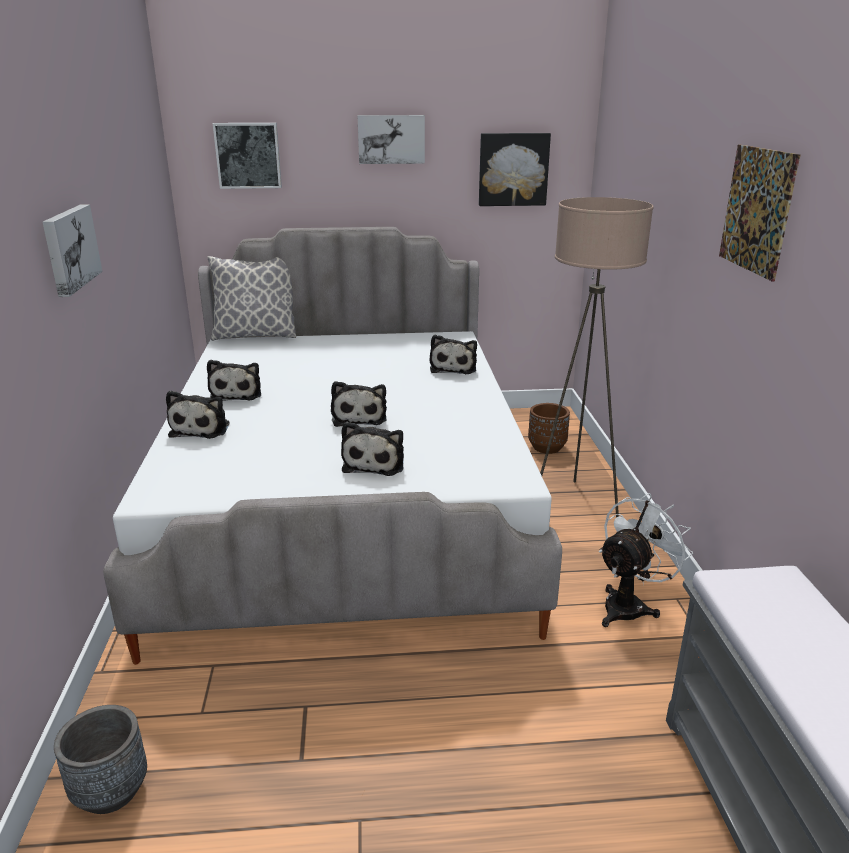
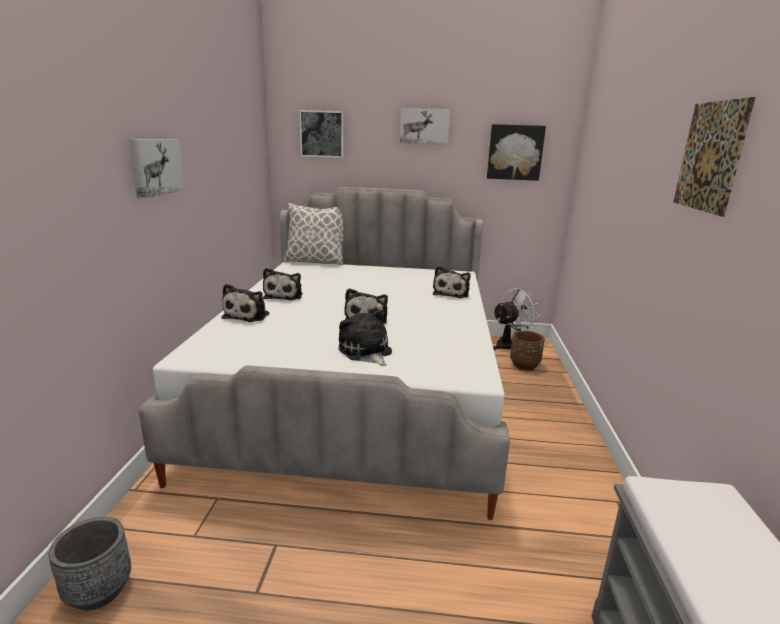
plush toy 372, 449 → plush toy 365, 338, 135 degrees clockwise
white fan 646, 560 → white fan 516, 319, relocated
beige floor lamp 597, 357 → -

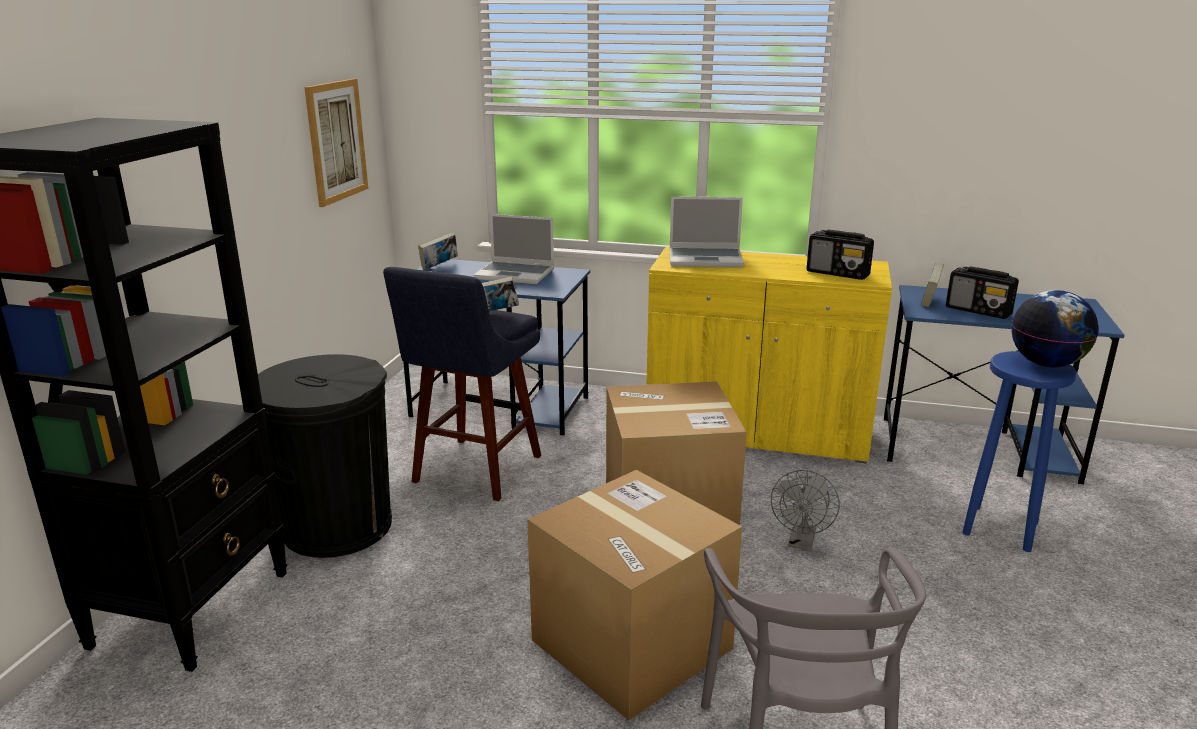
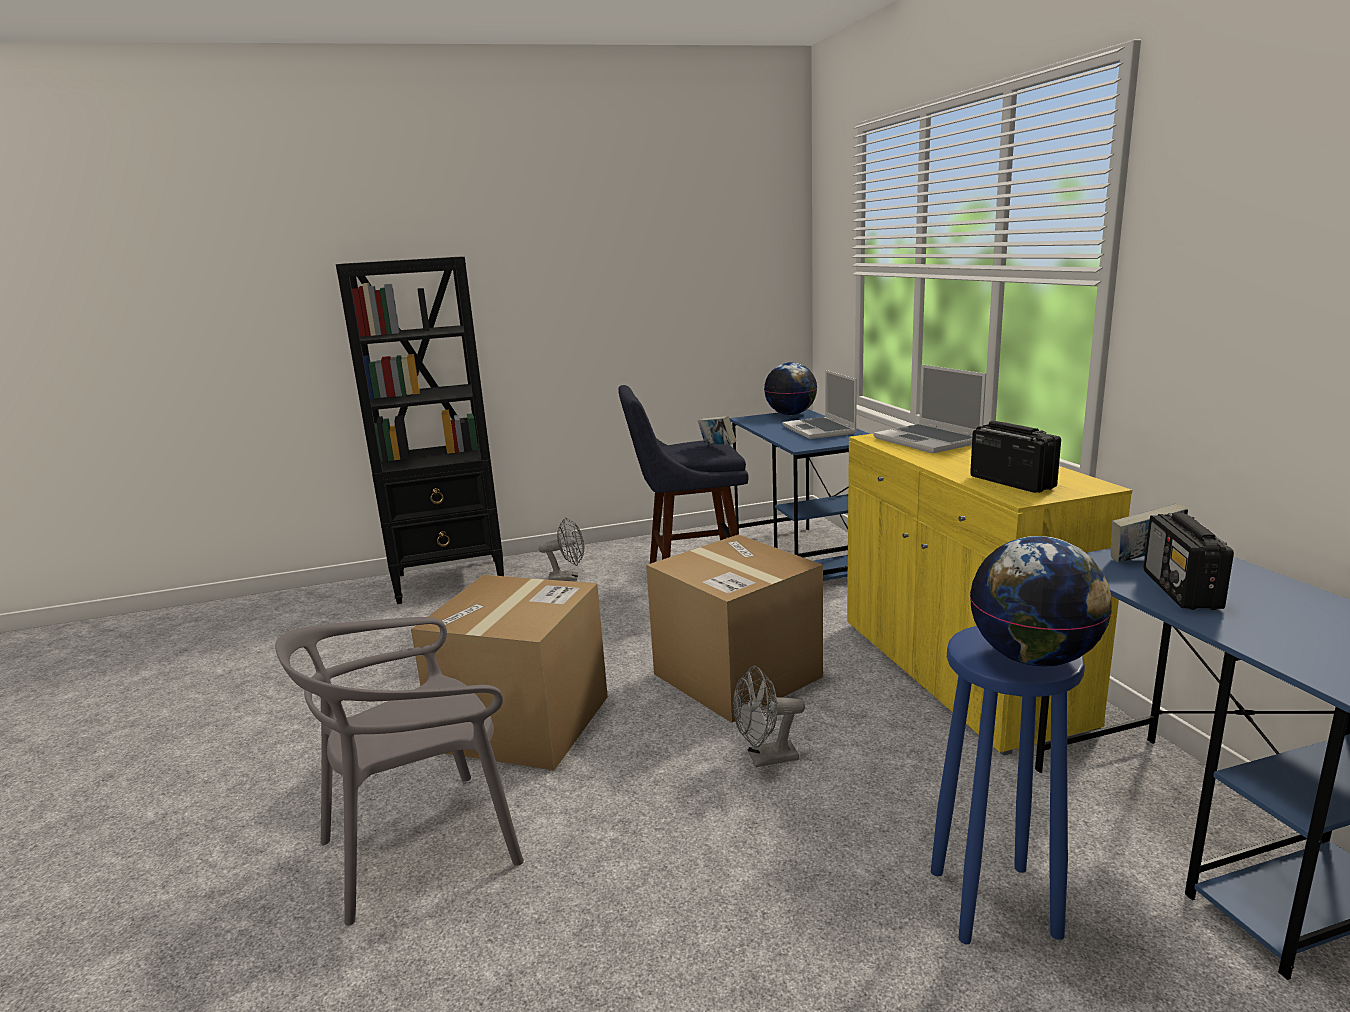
black trash can 325, 456 → grey fan 561, 549
book 438, 251 → globe 790, 388
radio 840, 255 → radio 1015, 457, 150 degrees clockwise
picture 336, 143 → -

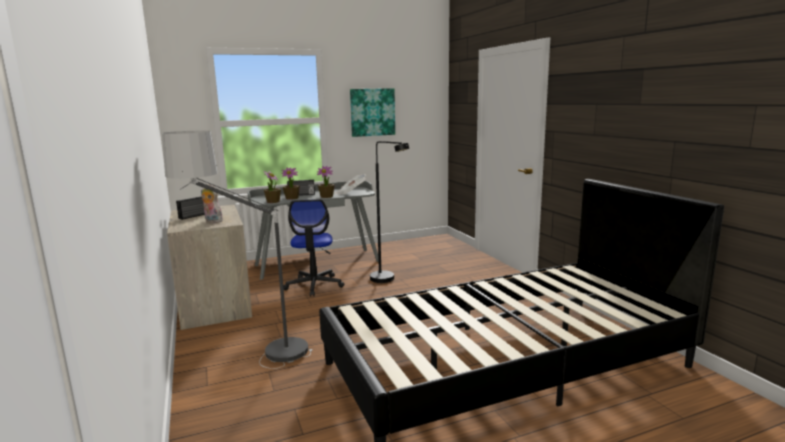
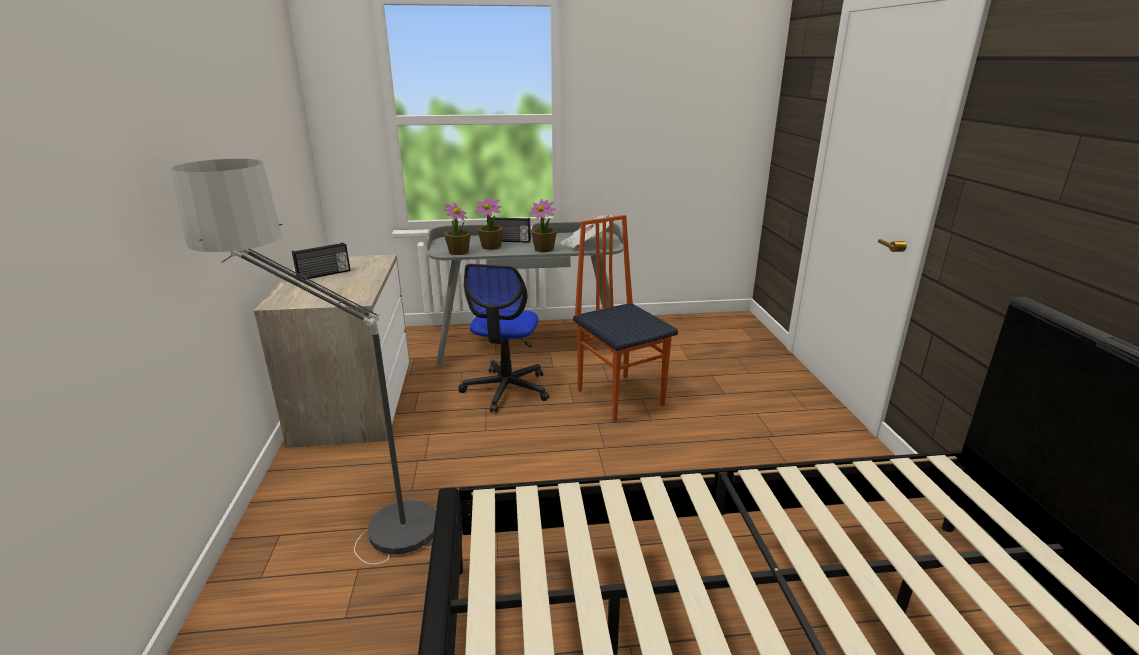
black floor lamp 389, 212 → chair 625, 318
plush toy 212, 203 → -
picture 372, 112 → -

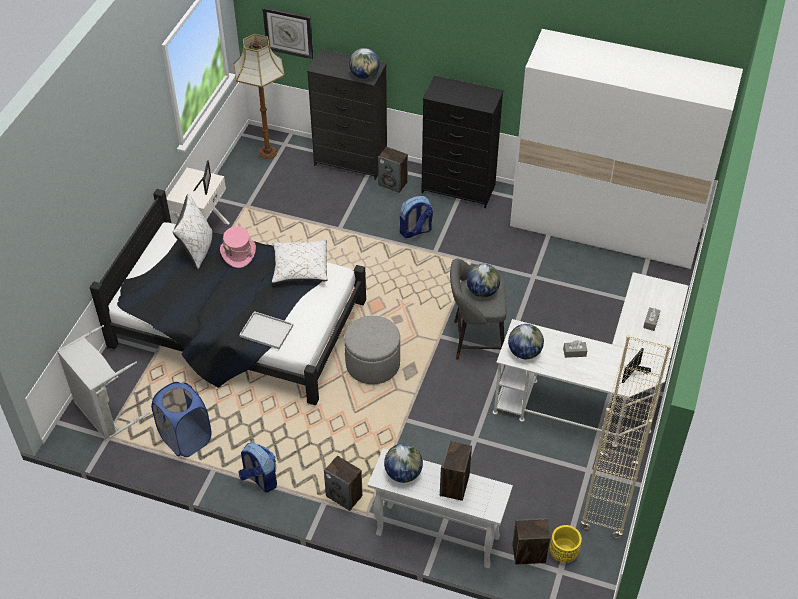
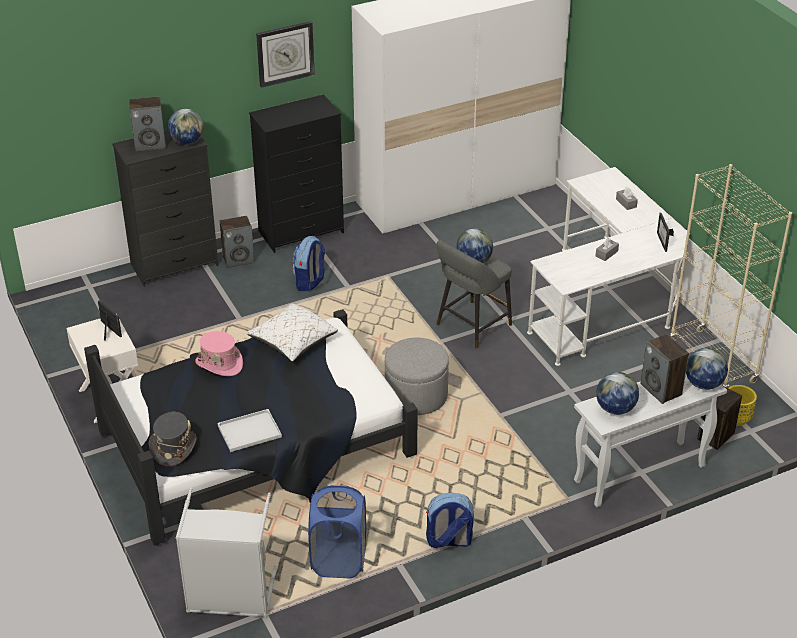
speaker 343, 483 → speaker 147, 124, relocated
- → grey hat 173, 439
white tray 266, 330 → white tray 250, 430, relocated
wall clock 288, 33 → wall clock 285, 54, relocated
globe 526, 341 → globe 707, 369, relocated
white pillow 192, 231 → -
floor lamp 259, 96 → -

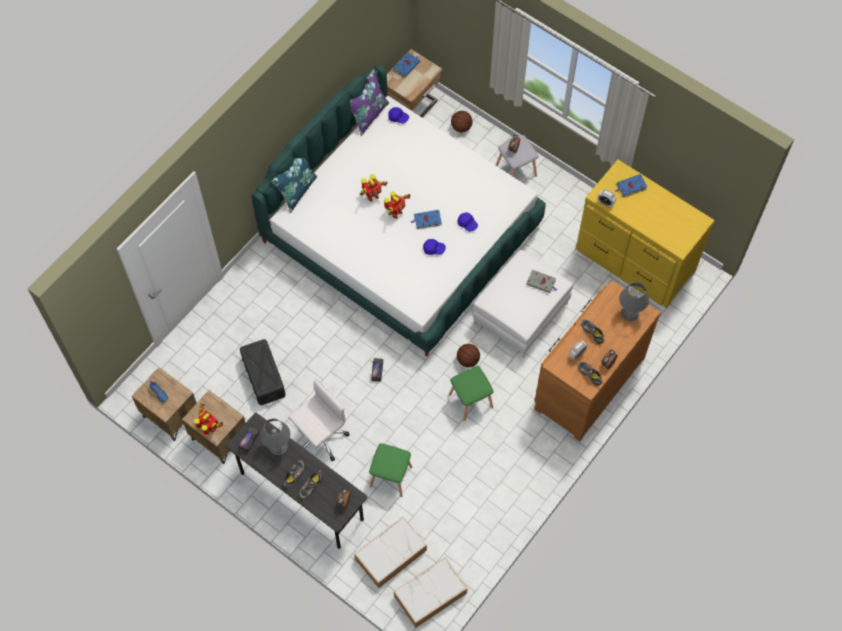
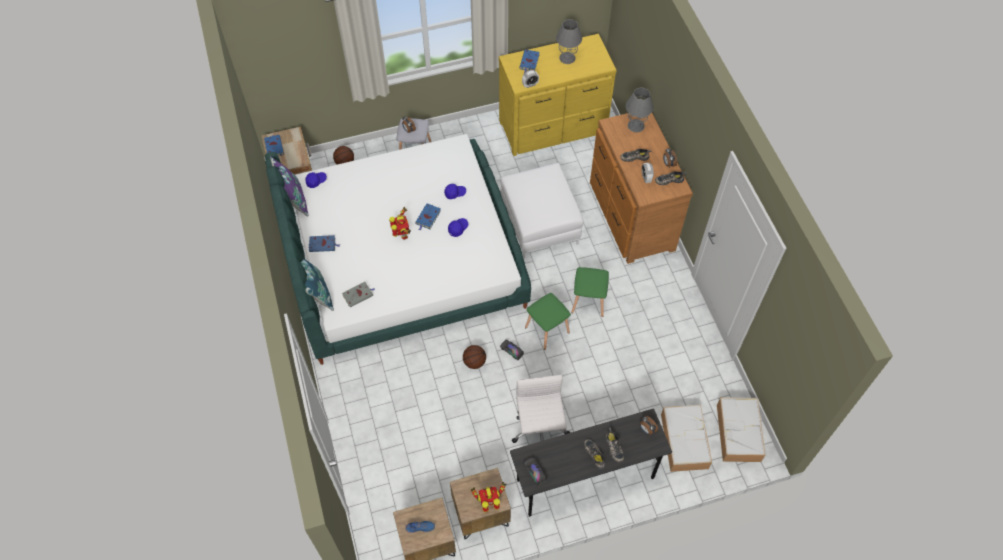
- → blue book 324, 243
grey book 541, 281 → grey book 358, 294, relocated
basketball 468, 355 → basketball 474, 357, relocated
green stool 390, 470 → green stool 548, 321, relocated
grey table lamp 275, 436 → grey table lamp 569, 41, relocated
black storage box 263, 372 → -
toy robot 373, 188 → -

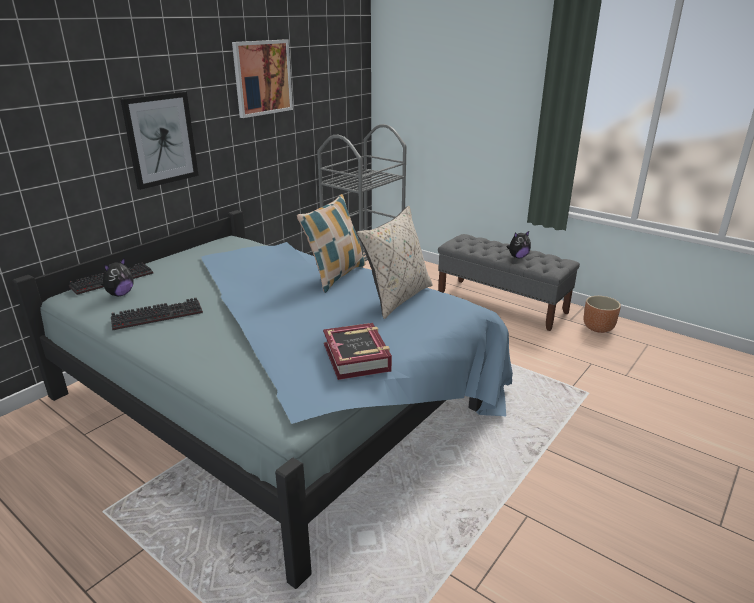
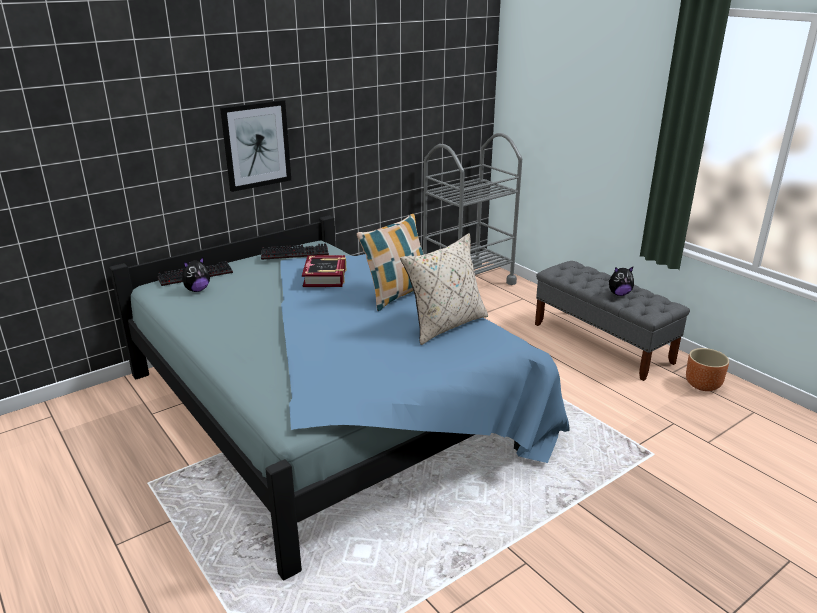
keyboard 157, 314 → keyboard 295, 251, relocated
book 357, 351 → book 324, 271, relocated
picture 262, 78 → -

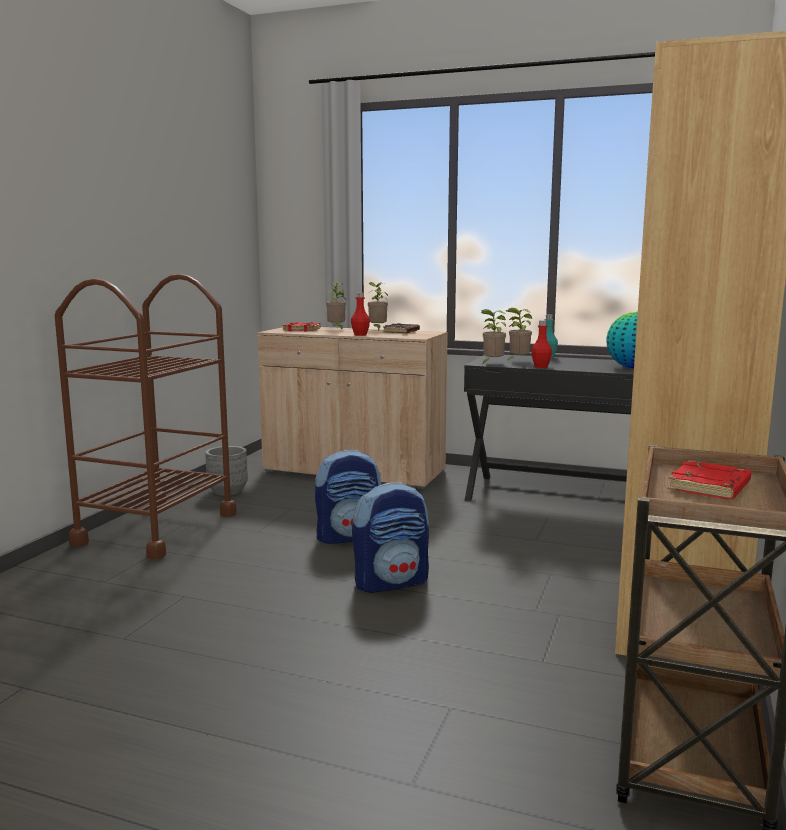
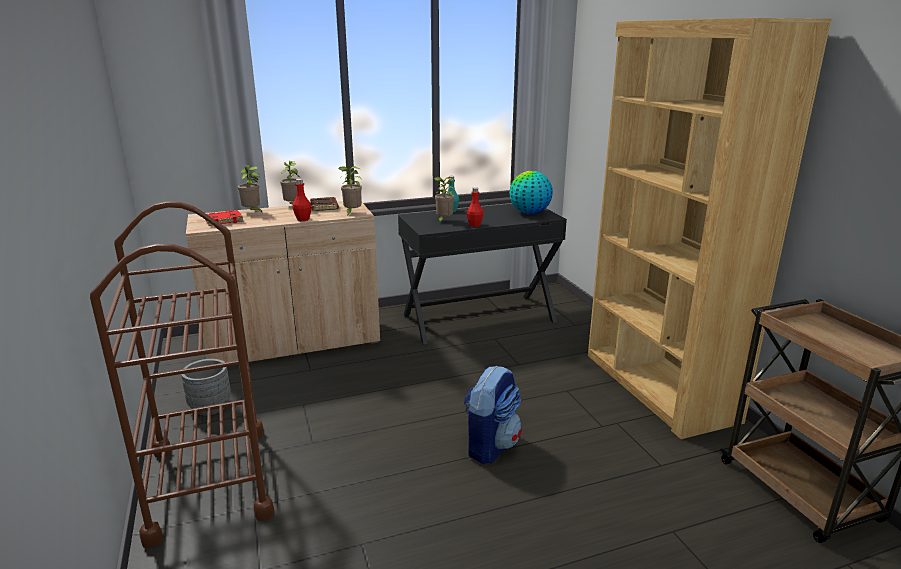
potted plant 493, 336 → potted plant 350, 191, relocated
backpack 348, 497 → -
red book 709, 480 → -

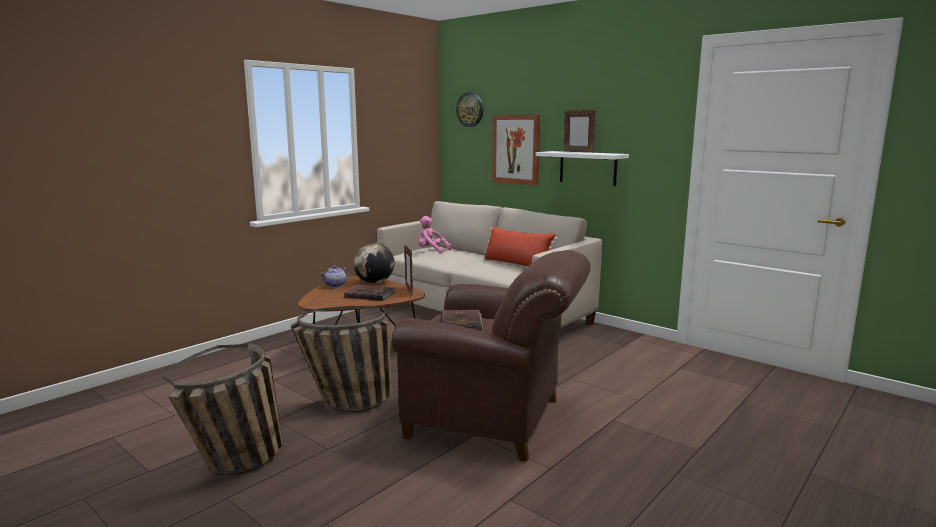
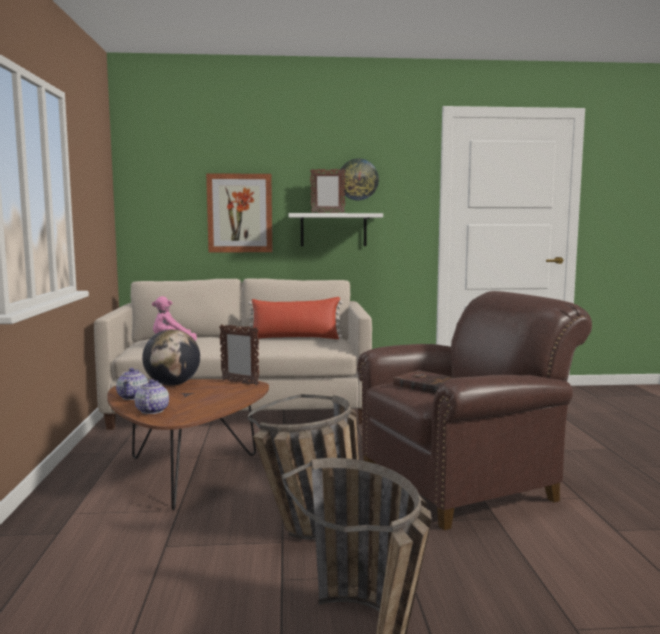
- → teapot 152, 396
wall clock 469, 109 → wall clock 360, 179, relocated
brown book 369, 293 → -

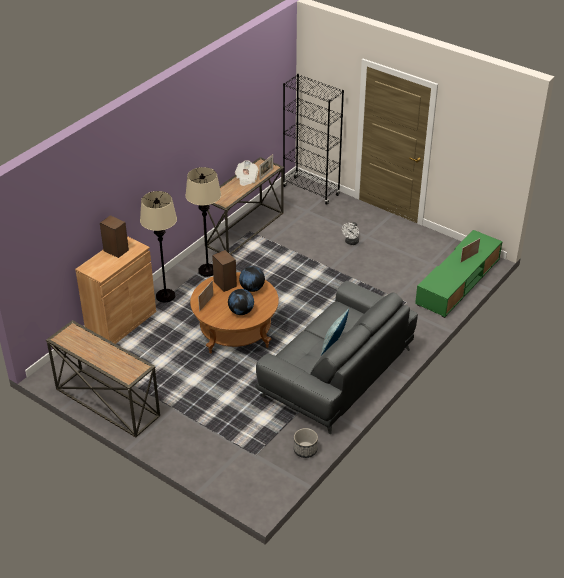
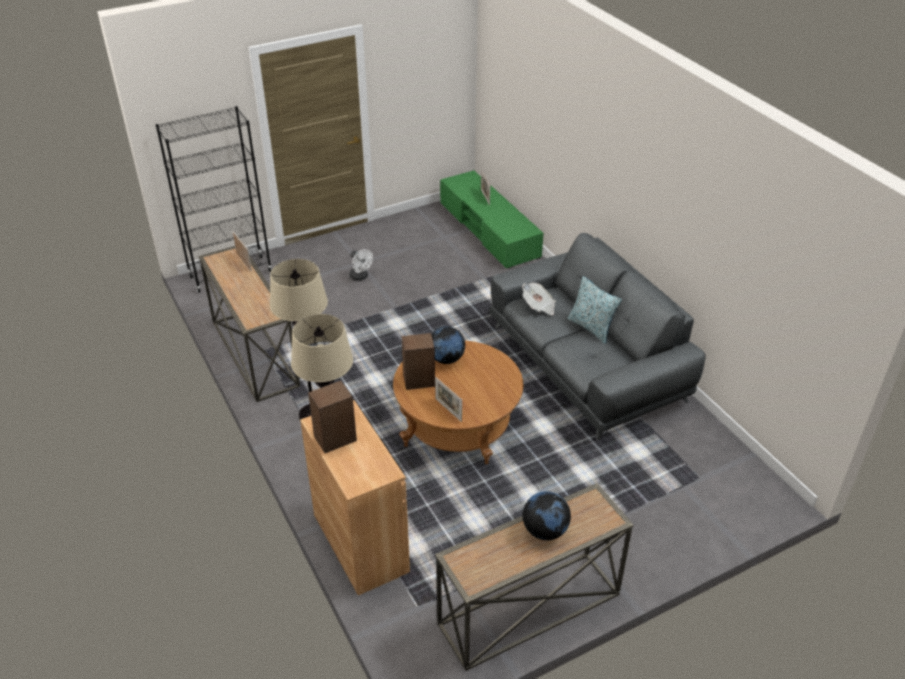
newspaper 247, 173 → newspaper 539, 299, relocated
globe 241, 302 → globe 547, 515, relocated
planter 306, 443 → -

